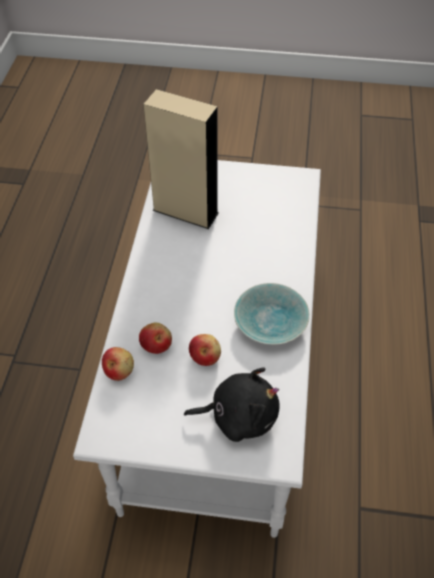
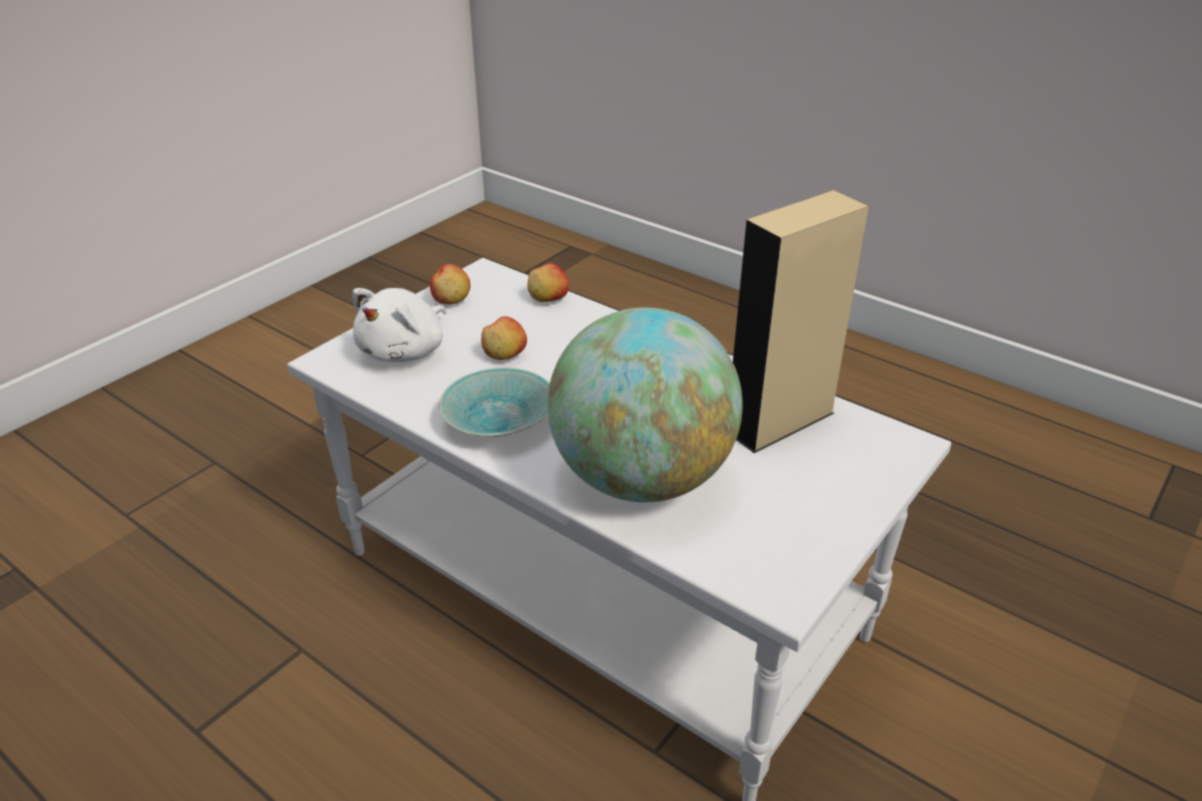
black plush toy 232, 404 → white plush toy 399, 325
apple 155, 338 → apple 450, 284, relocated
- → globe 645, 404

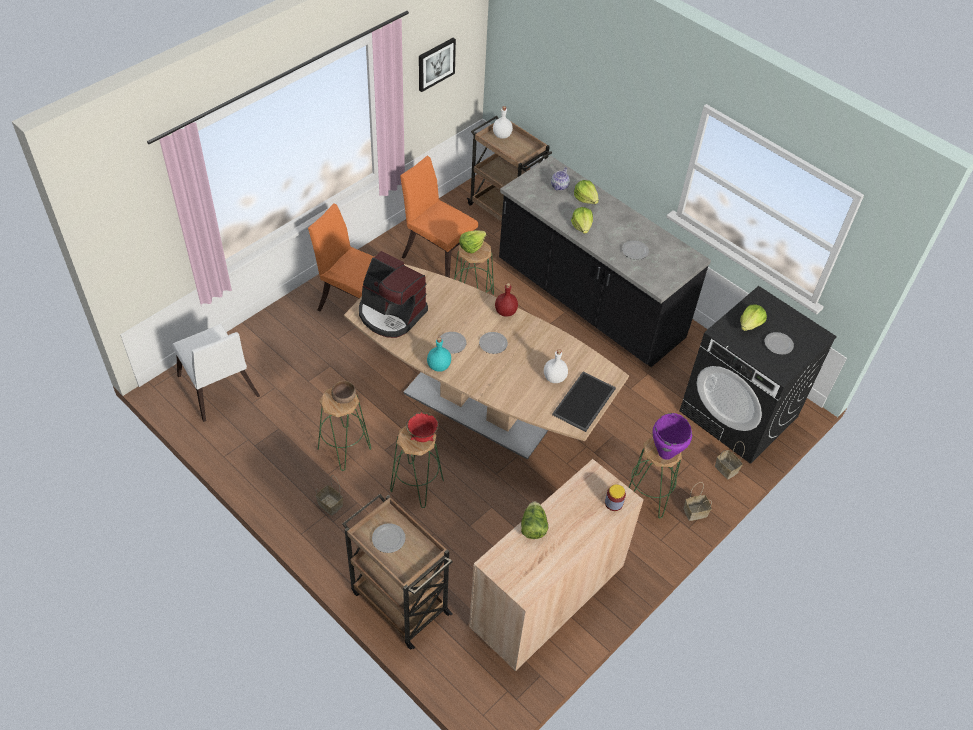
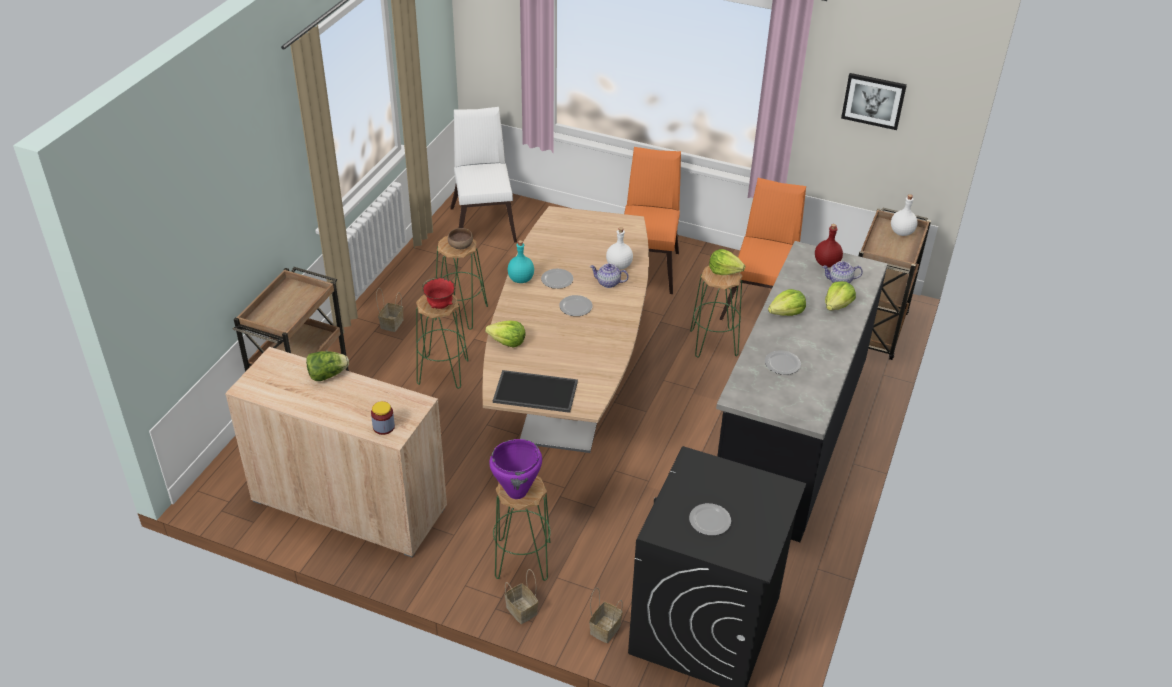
white chair 216, 373 → white chair 483, 175, 135 degrees clockwise
lettuce 753, 318 → lettuce 505, 334, relocated
- → teapot 609, 275
white bottle 556, 366 → white bottle 619, 248, relocated
red bottle 506, 300 → red bottle 829, 246, relocated
coffee machine 393, 294 → -
plate 389, 538 → -

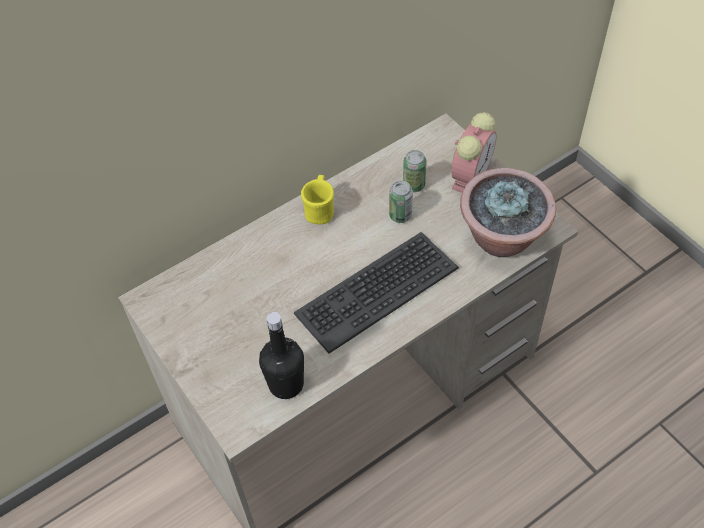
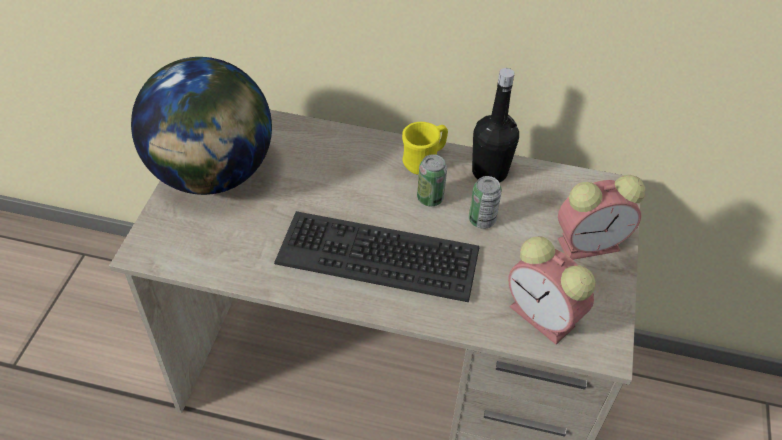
- → globe 201, 126
can 414, 171 → can 432, 180, relocated
black bottle 281, 355 → black bottle 495, 125, relocated
potted plant 508, 212 → alarm clock 551, 290

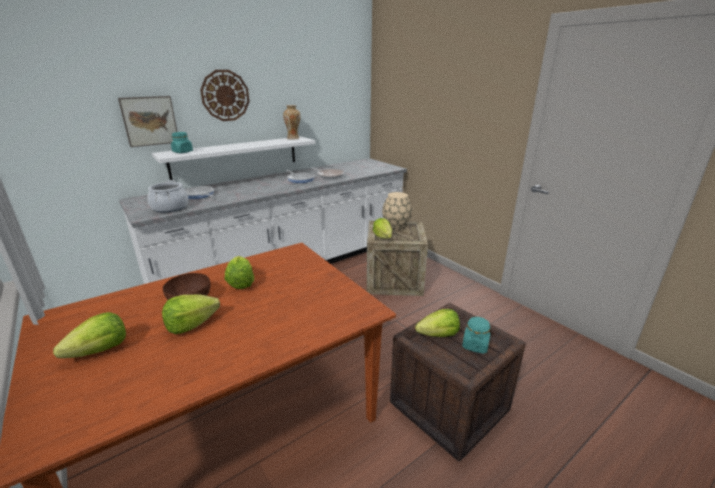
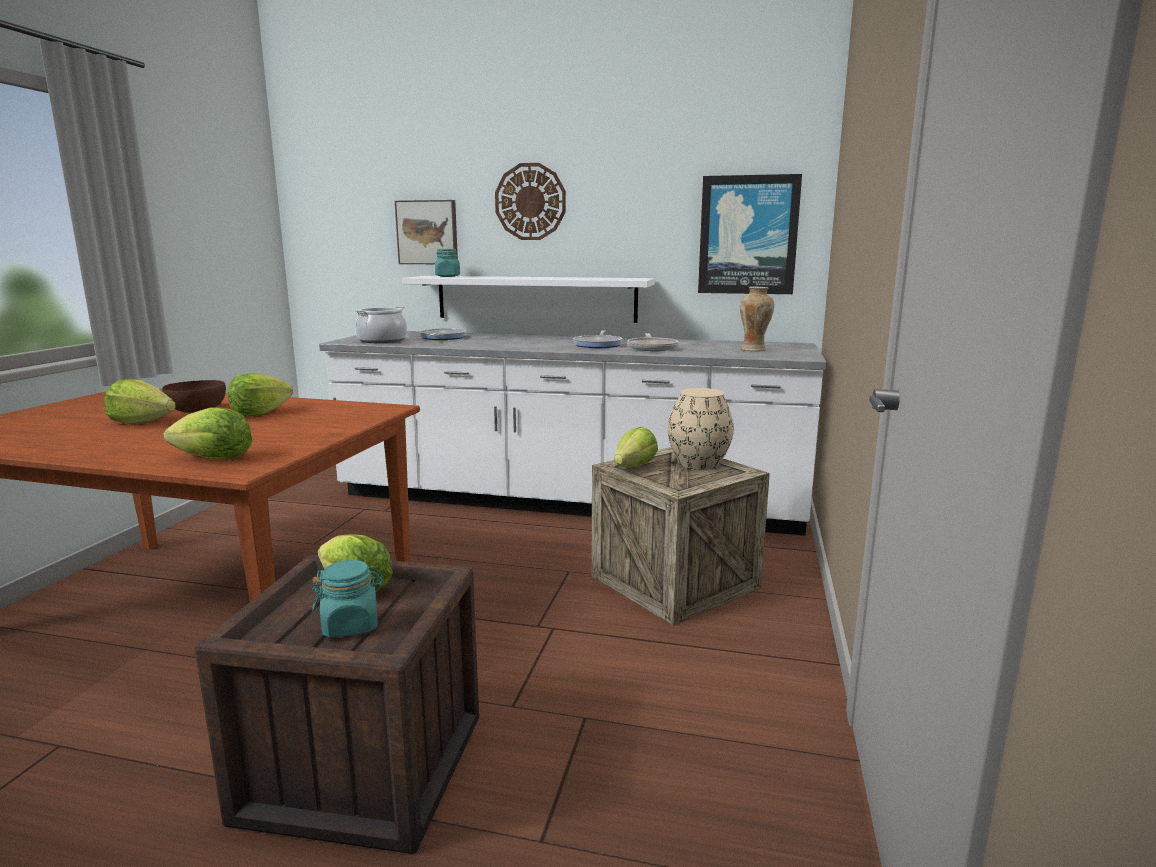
lettuce 89, 335 → lettuce 207, 433, relocated
- → picture 750, 234
vase 292, 122 → vase 757, 318, relocated

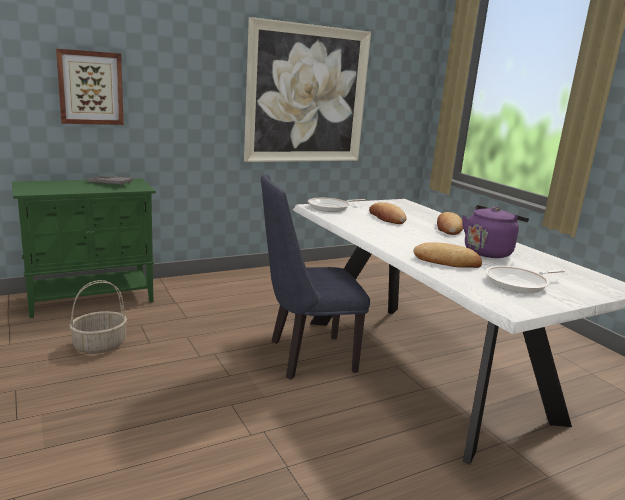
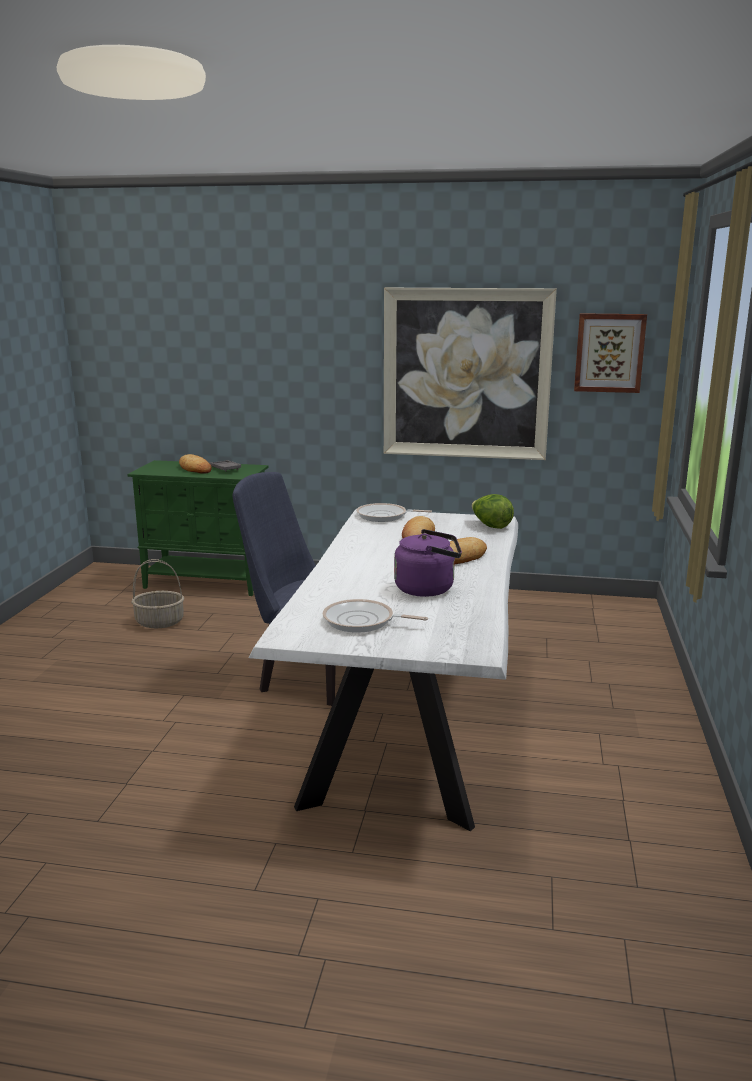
bread 447, 255 → bread 195, 464, relocated
- → lettuce 492, 511
picture 90, 86 → picture 610, 353, relocated

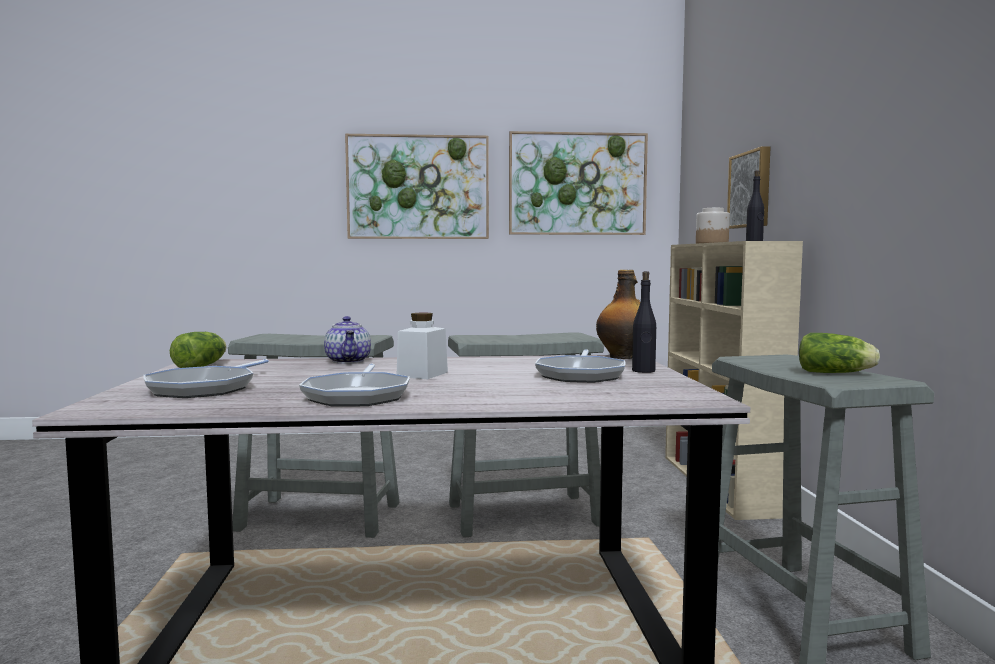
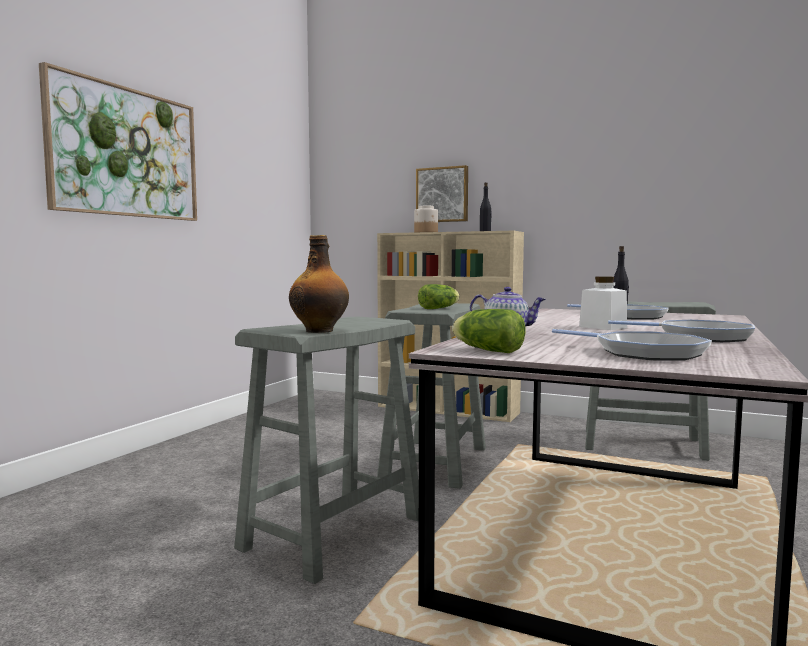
bottle 618, 314 → bottle 319, 284, relocated
lettuce 839, 353 → lettuce 439, 296, relocated
picture 578, 183 → -

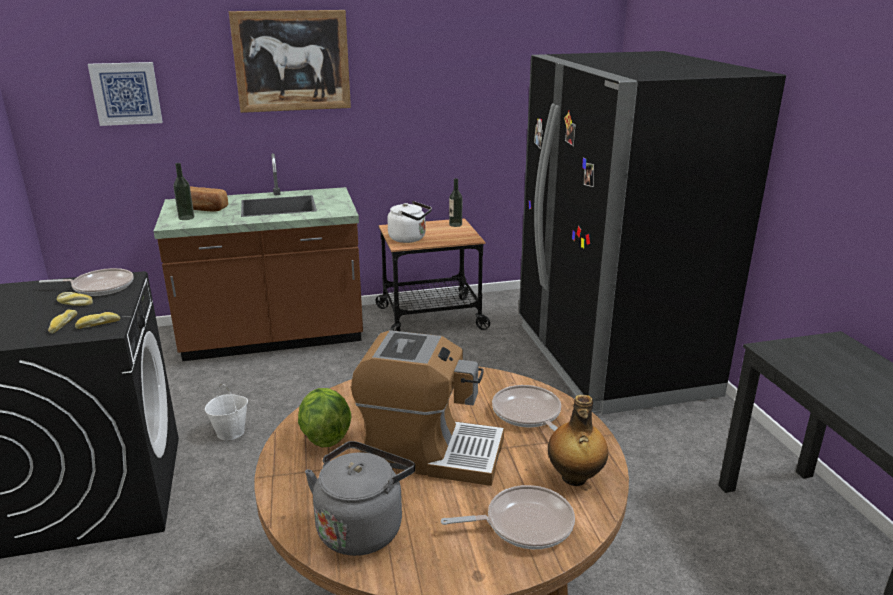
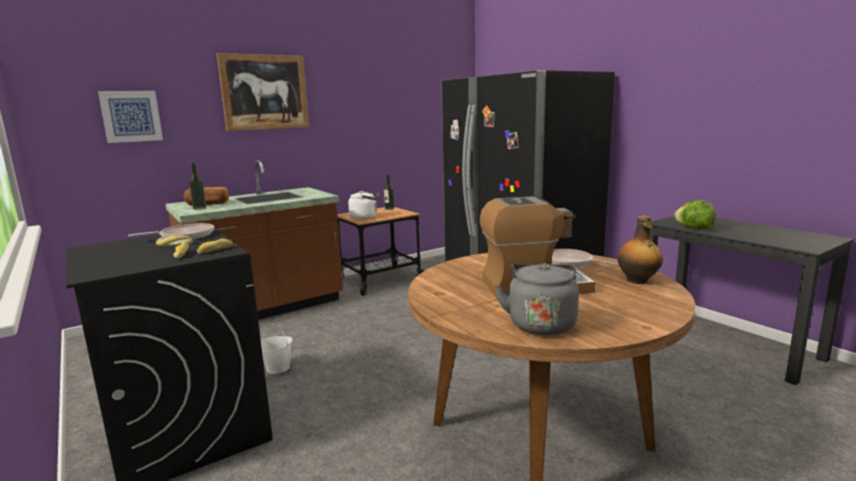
lettuce 324, 417 → lettuce 695, 214, relocated
frying pan 508, 517 → -

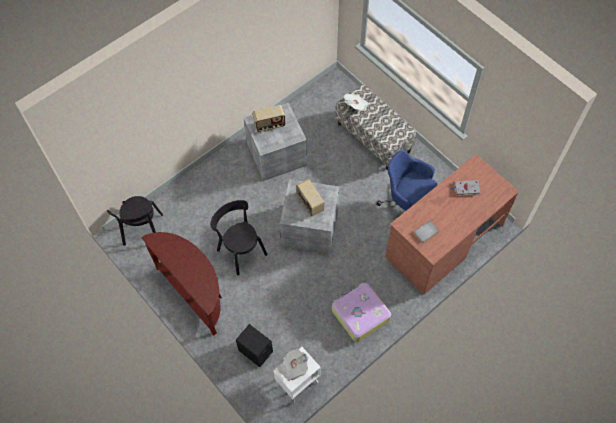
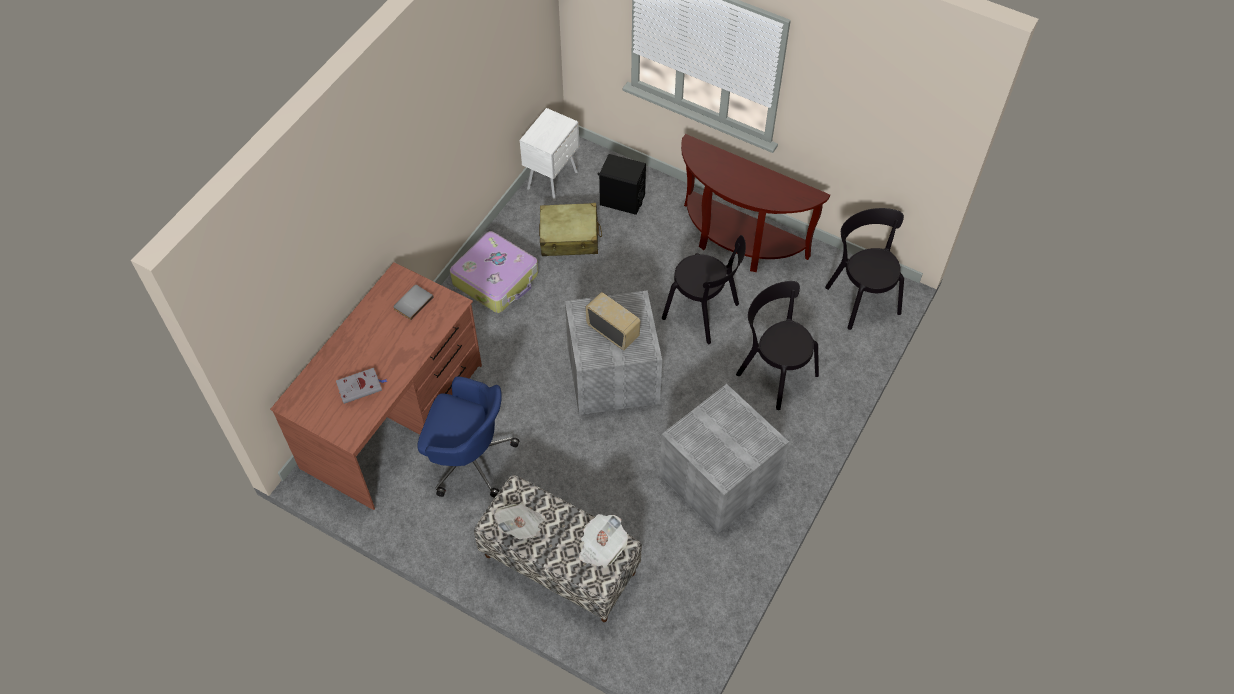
newspaper 292, 365 → newspaper 519, 521, relocated
- → beige suitcase 570, 229
- → black chair 777, 345
radio 269, 118 → -

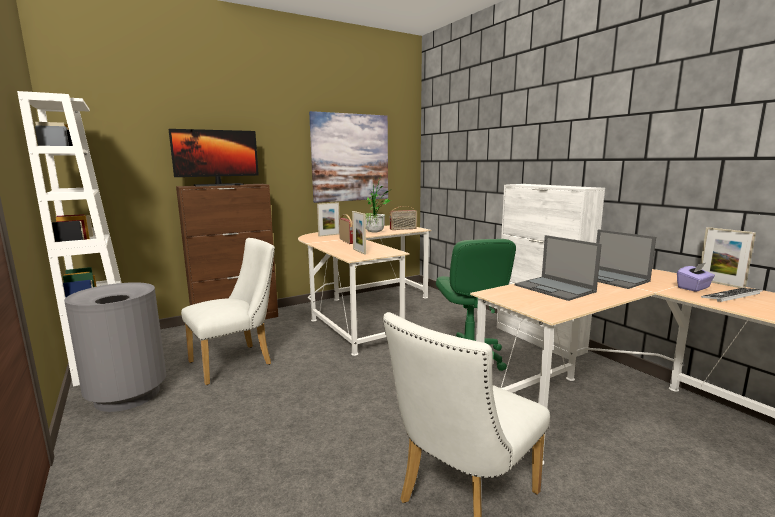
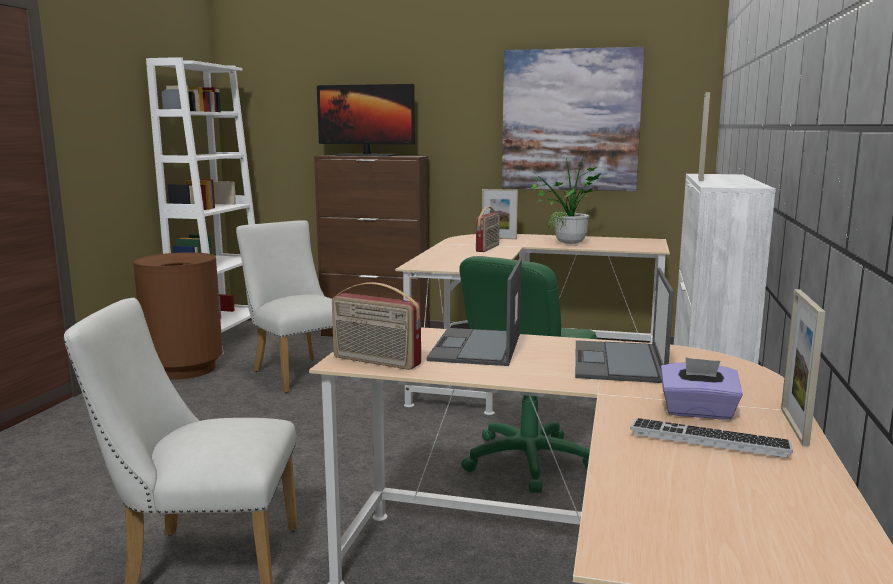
grey trash can 115, 347 → brown trash can 178, 316
white chair 228, 311 → white chair 284, 306, 135 degrees counterclockwise
radio 403, 218 → radio 376, 326, relocated
picture frame 359, 233 → picture frame 704, 136, relocated

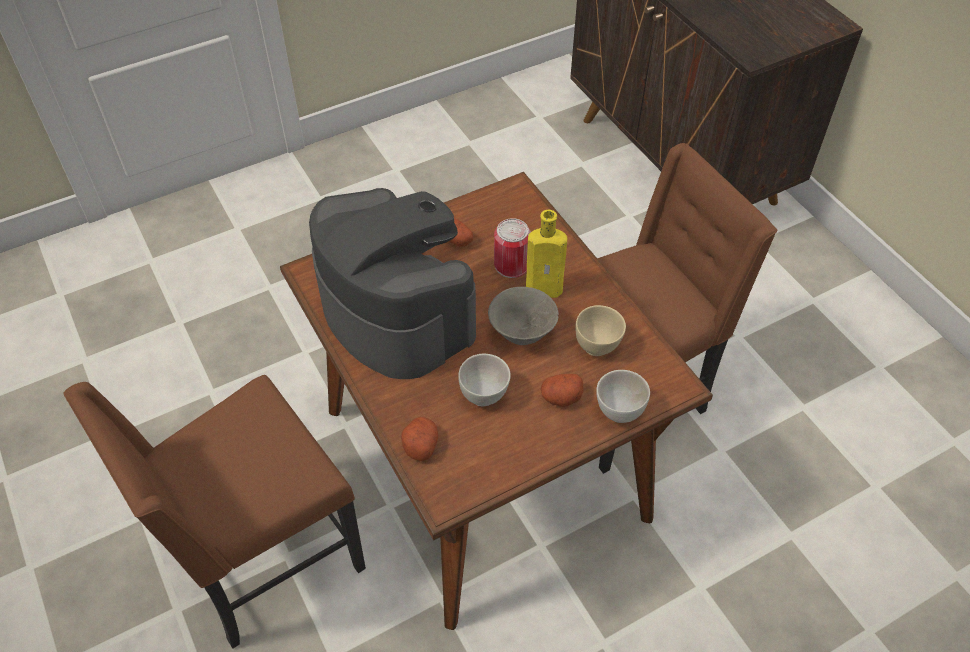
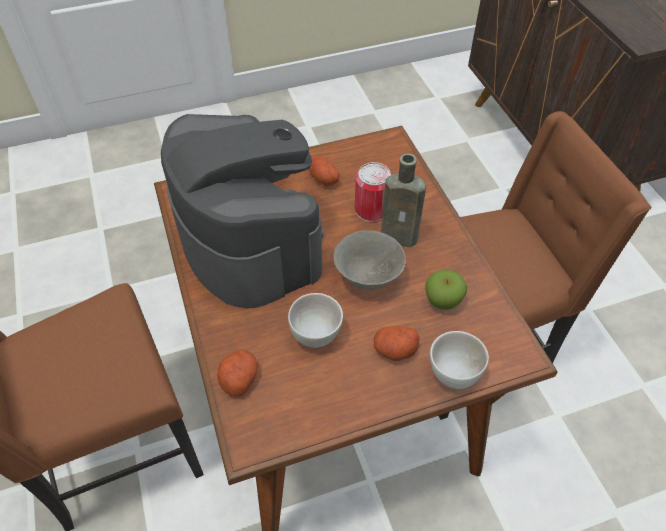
yellow bottle 546, 254 → brown bottle 403, 200
beige bowl 600, 330 → apple 446, 289

